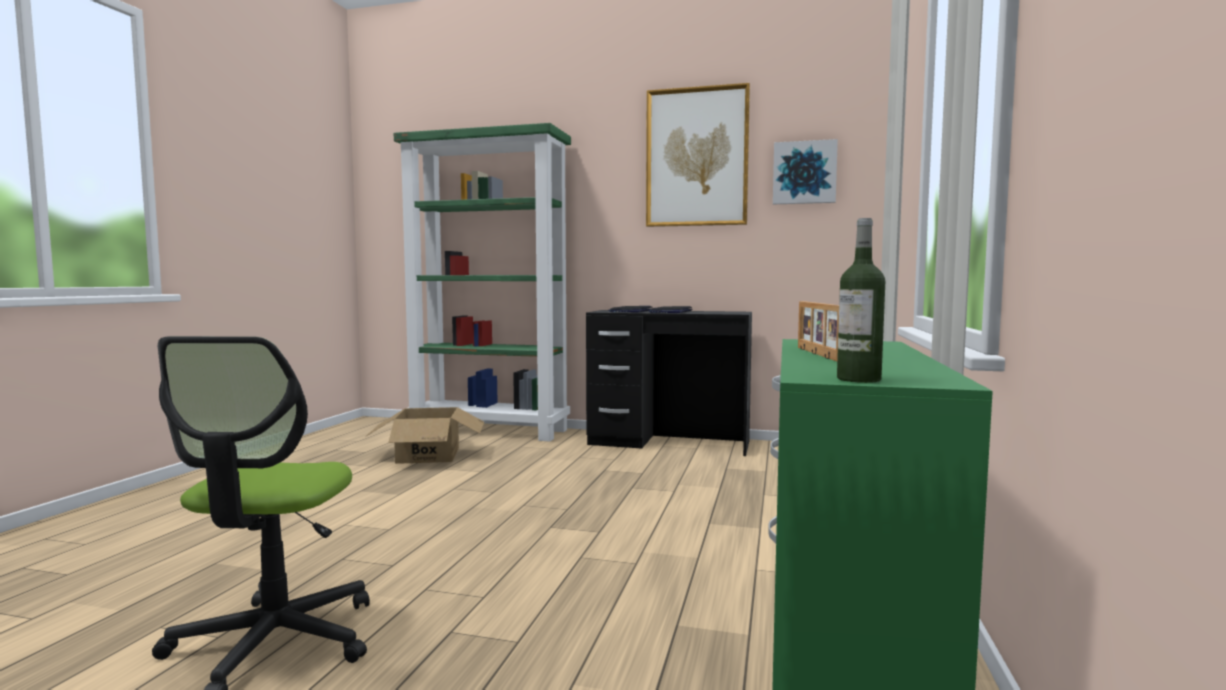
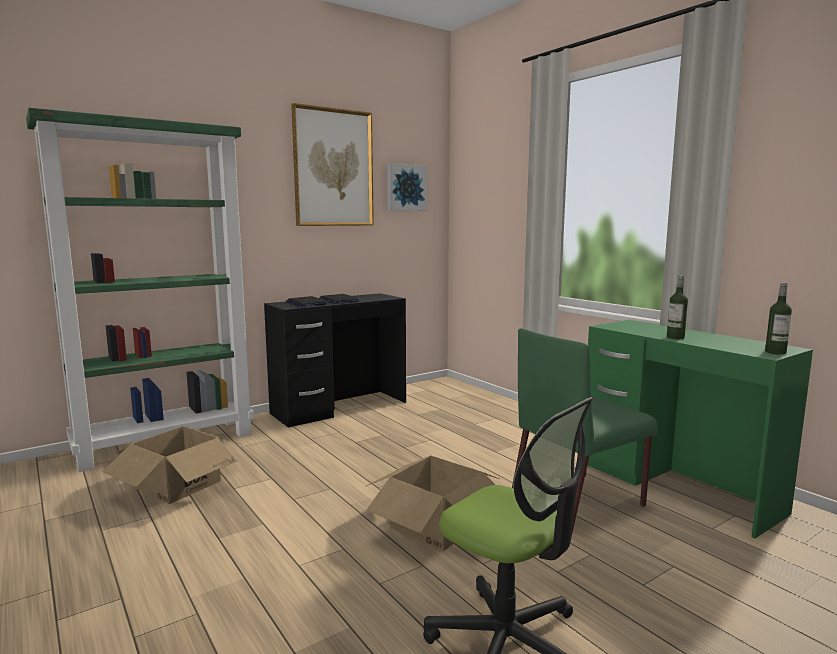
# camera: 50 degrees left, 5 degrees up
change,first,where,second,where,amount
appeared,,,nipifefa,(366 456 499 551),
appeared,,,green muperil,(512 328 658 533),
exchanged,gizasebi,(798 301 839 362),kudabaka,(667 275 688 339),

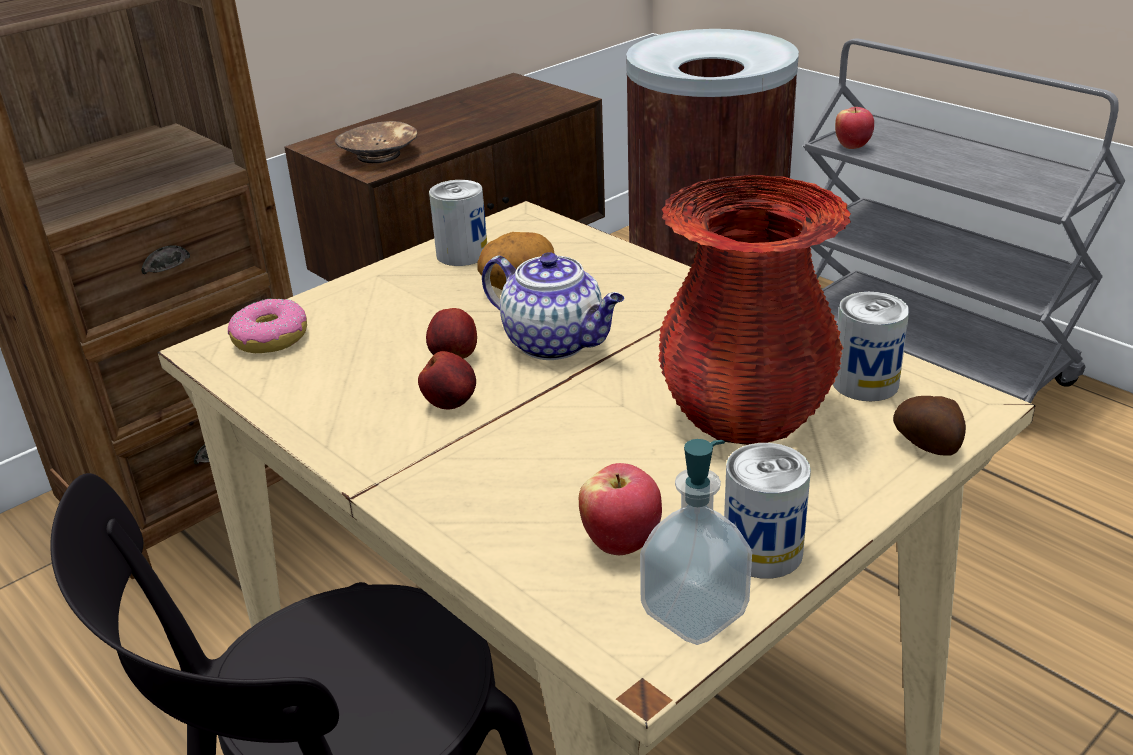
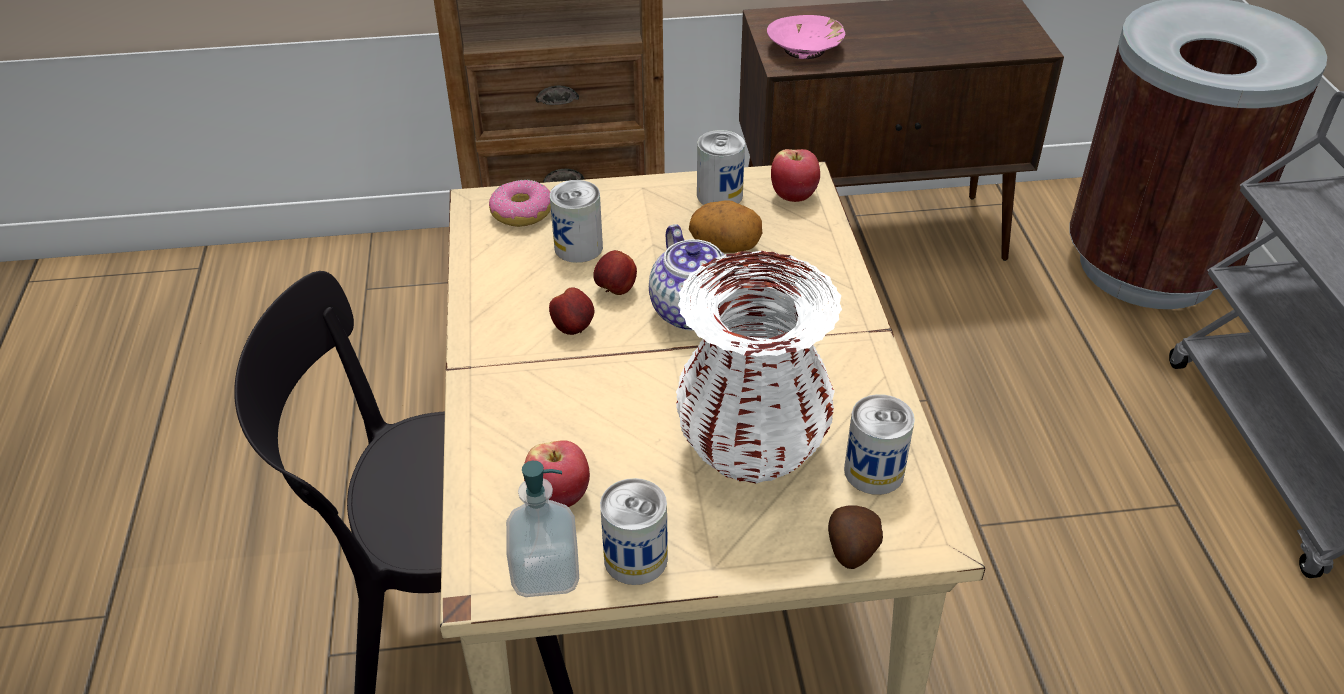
# camera: 35 degrees right, 10 degrees up
change,first,where,second,where,amount
appeared,,,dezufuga,(550 180 603 263),
colour,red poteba,(658 175 851 445),white poteba,(676 251 842 483),
colour,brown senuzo,(335 121 417 163),pink senuzo,(767 15 845 59),
relocated,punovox,(835 107 874 149),,(771 149 820 202),

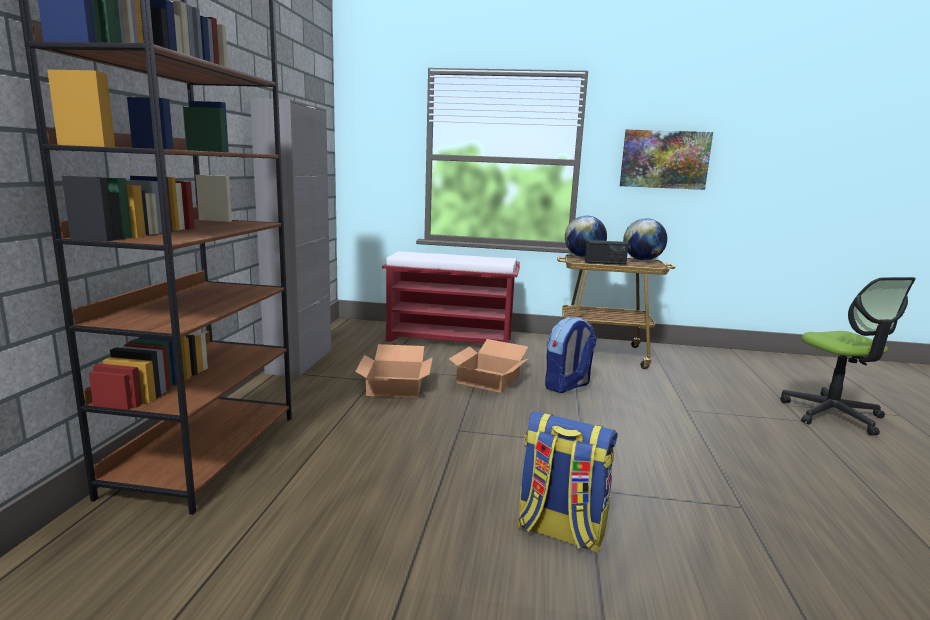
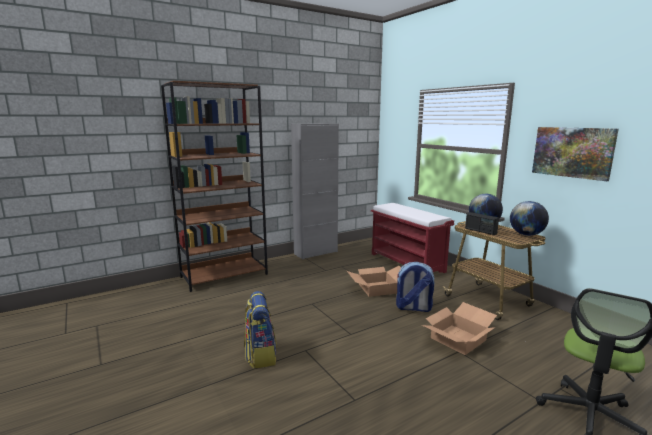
# camera: 50 degrees right, 0 degrees up
change,first,where,second,where,amount
relocated,nipifefa,(355 344 433 398),,(422 302 497 355),

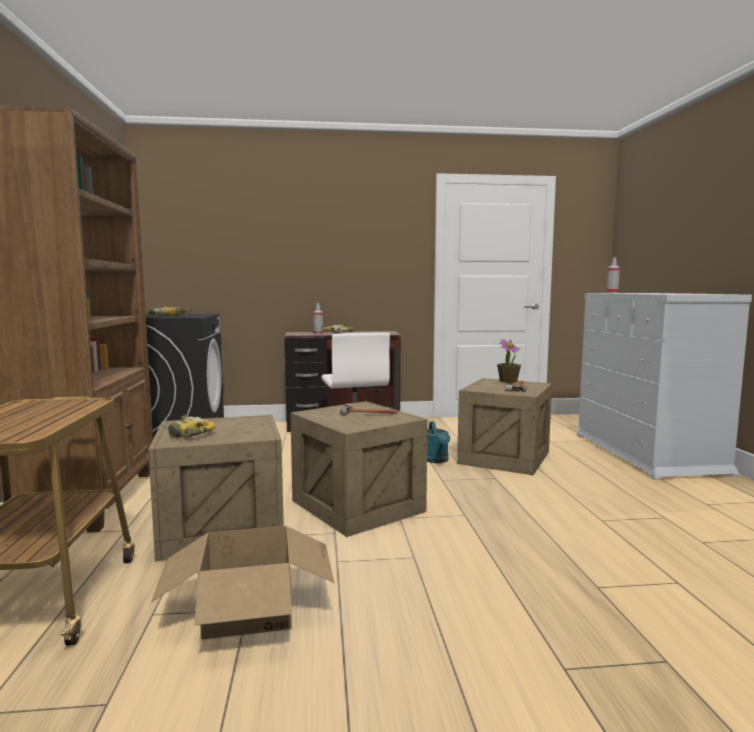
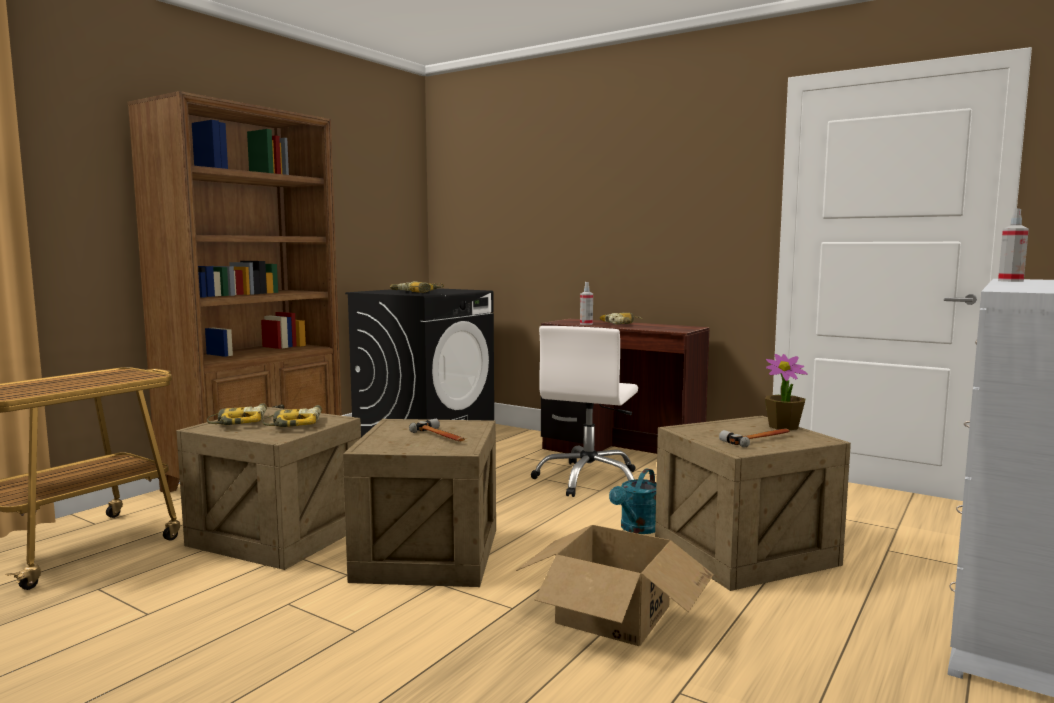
# camera: 40 degrees right, 0 degrees up
change,first,where,second,where,amount
appeared,,,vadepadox,(262 405 322 427),
relocated,nipifefa,(151 526 334 640),,(516 525 714 646),

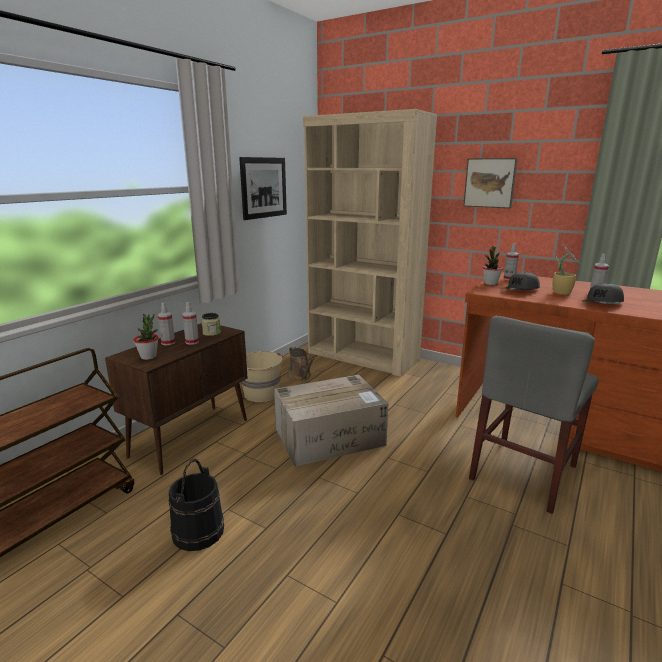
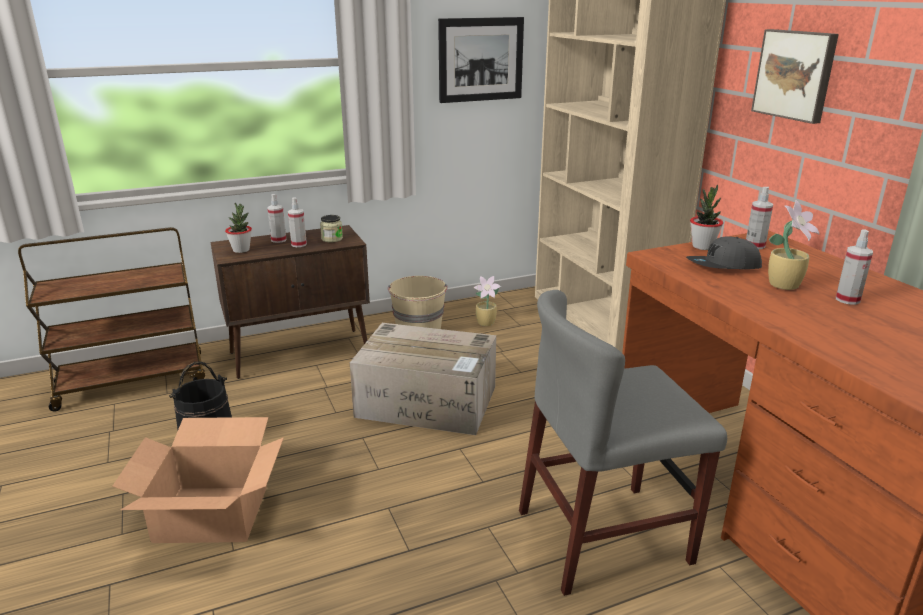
# camera: 35 degrees right, 5 degrees up
change,first,where,second,where,amount
appeared,,,nipifefa,(112 417 284 543),
exchanged,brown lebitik,(287 347 314 381),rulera,(474 276 501 326),
missing,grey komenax,(582 283 624 304),,,

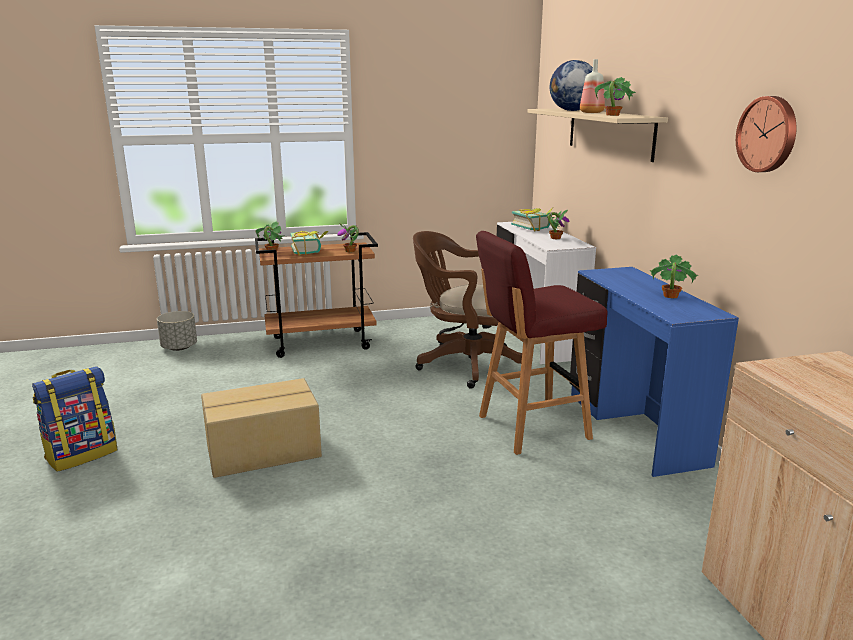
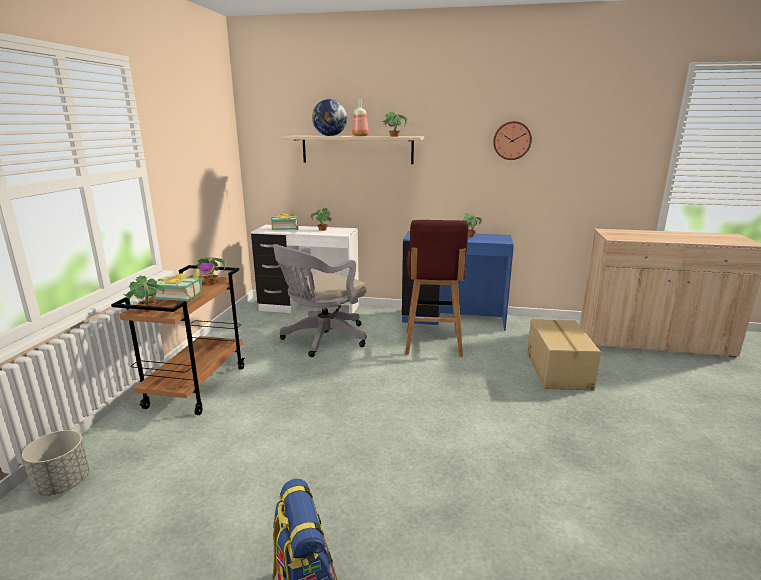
# camera: 65 degrees left, 0 degrees up
change,first,where,second,where,amount
colour,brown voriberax,(413 231 522 389),grey voriberax,(273 244 367 357),
relocated,nipifefa,(201 378 322 478),,(527 320 601 390),

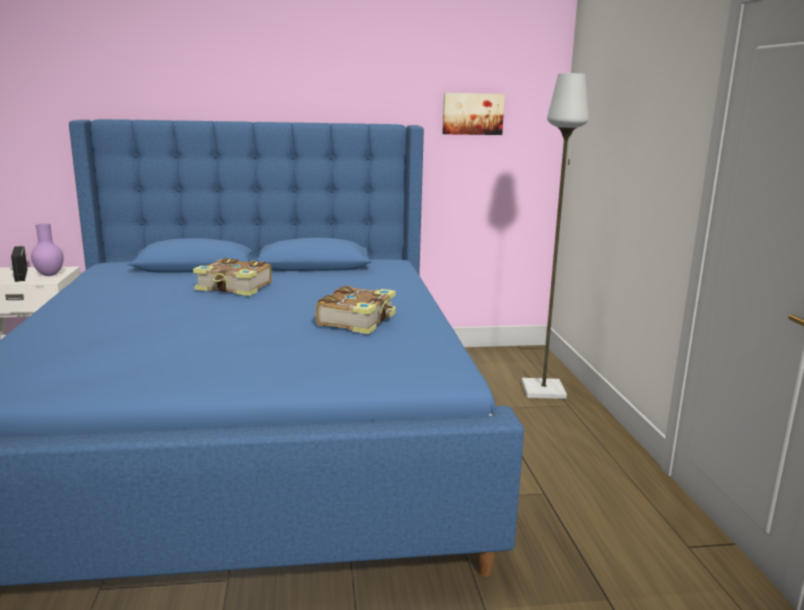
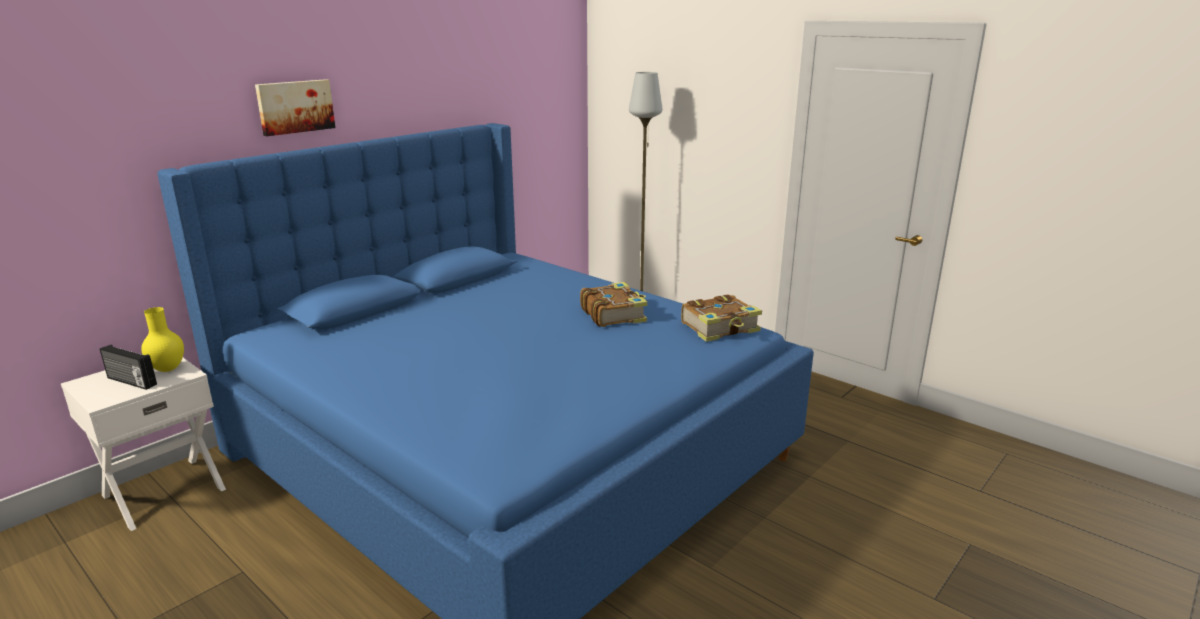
# camera: 40 degrees left, 5 degrees up
change,first,where,second,where,amount
colour,purple poteba,(31 224 64 276),yellow poteba,(141 307 184 372),
relocated,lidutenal,(442 93 505 135),,(255 79 335 136),
relocated,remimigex,(193 258 272 296),,(681 294 762 342),

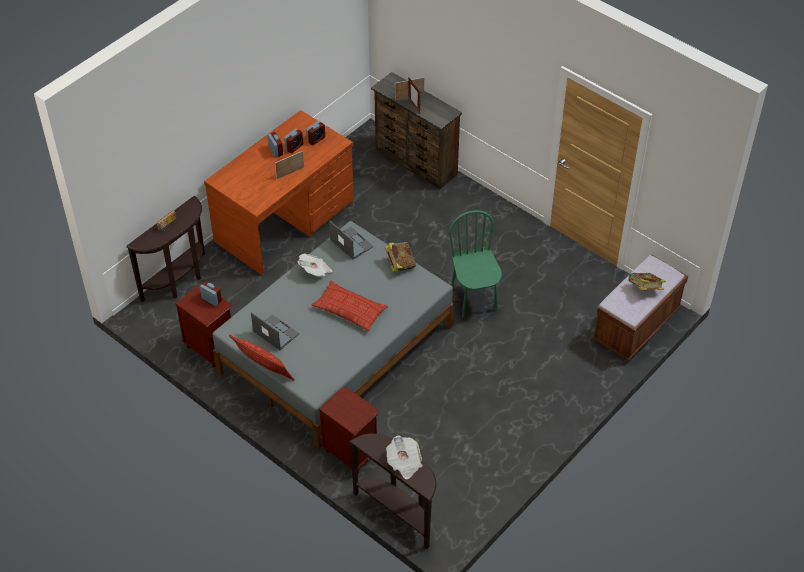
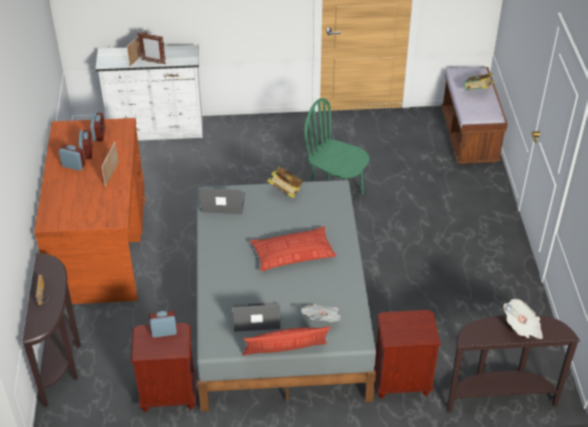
# camera: 45 degrees left, 5 degrees down
change,first,where,second,where,amount
colour,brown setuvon,(371 72 462 189),white setuvon,(95 45 203 141),
relocated,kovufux,(297 254 333 277),,(301 304 341 322),

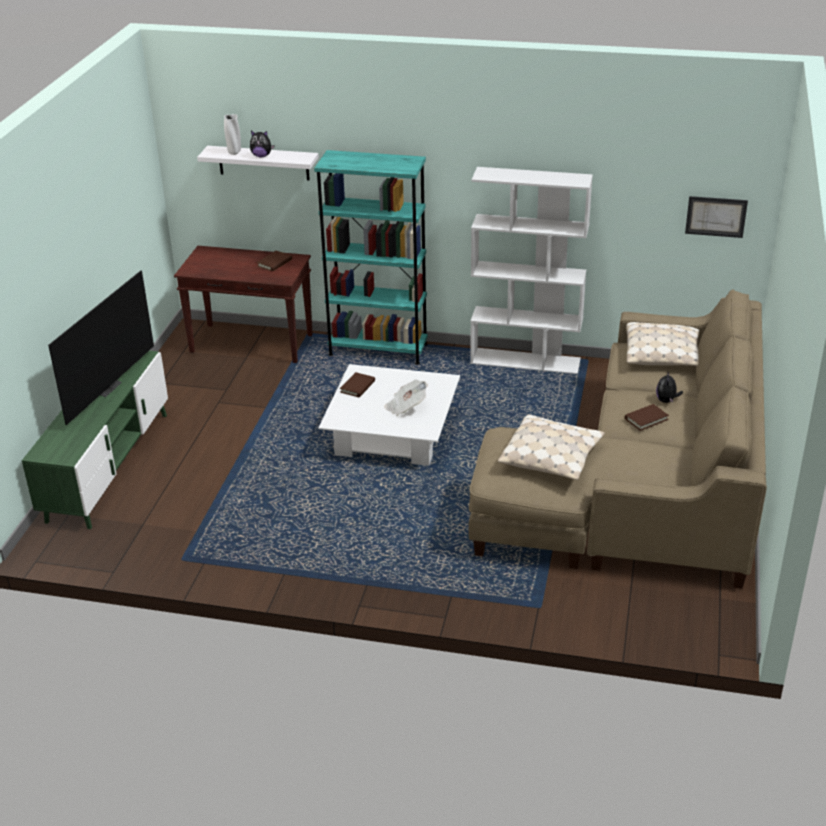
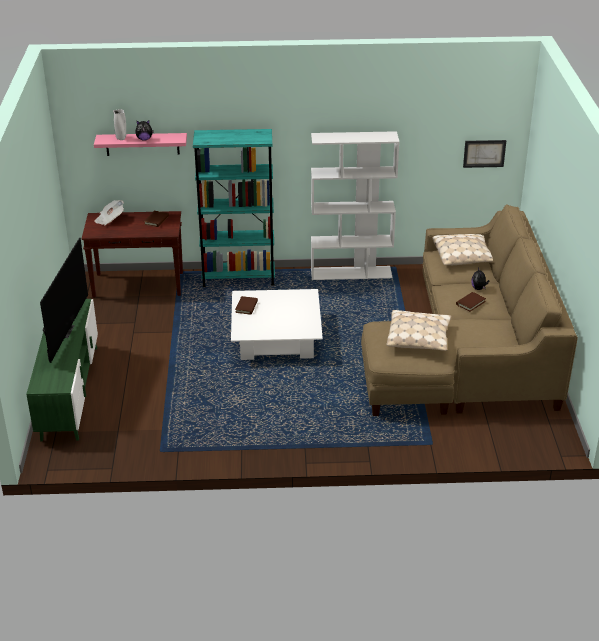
# camera: 15 degrees left, 0 degrees up
change,first,where,second,where,amount
colour,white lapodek,(197 146 319 181),pink lapodek,(94 133 187 156),
relocated,kovufux,(384 379 428 416),,(94 200 124 226),

